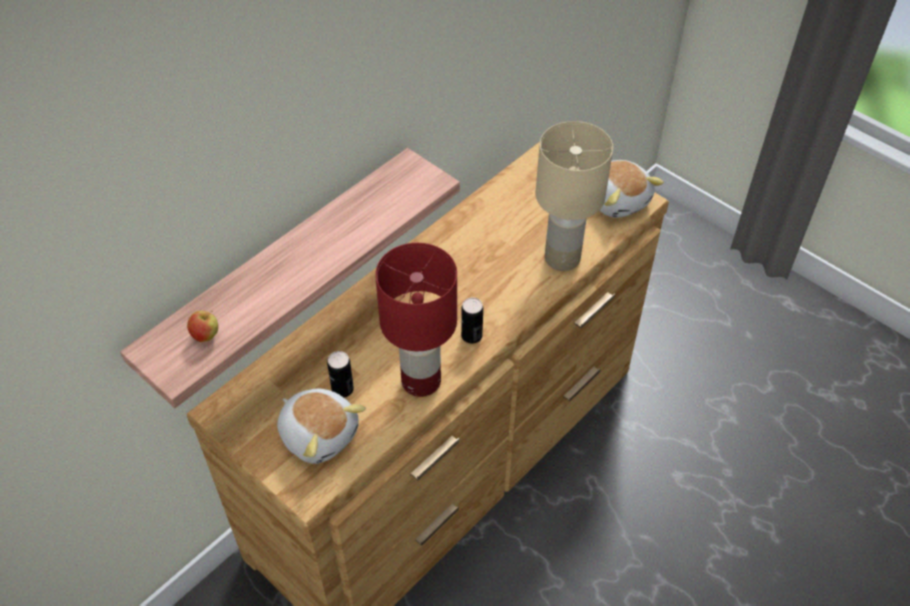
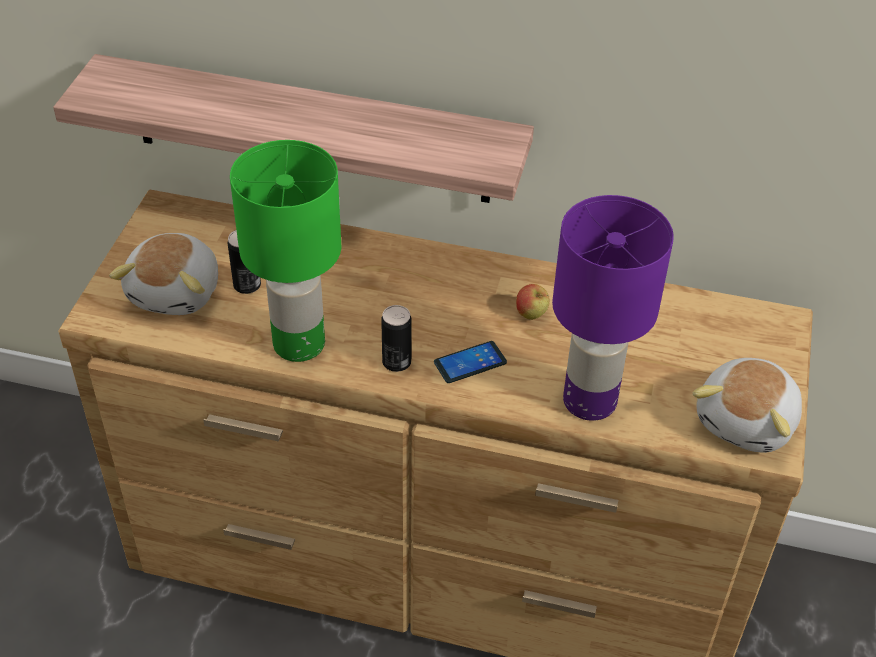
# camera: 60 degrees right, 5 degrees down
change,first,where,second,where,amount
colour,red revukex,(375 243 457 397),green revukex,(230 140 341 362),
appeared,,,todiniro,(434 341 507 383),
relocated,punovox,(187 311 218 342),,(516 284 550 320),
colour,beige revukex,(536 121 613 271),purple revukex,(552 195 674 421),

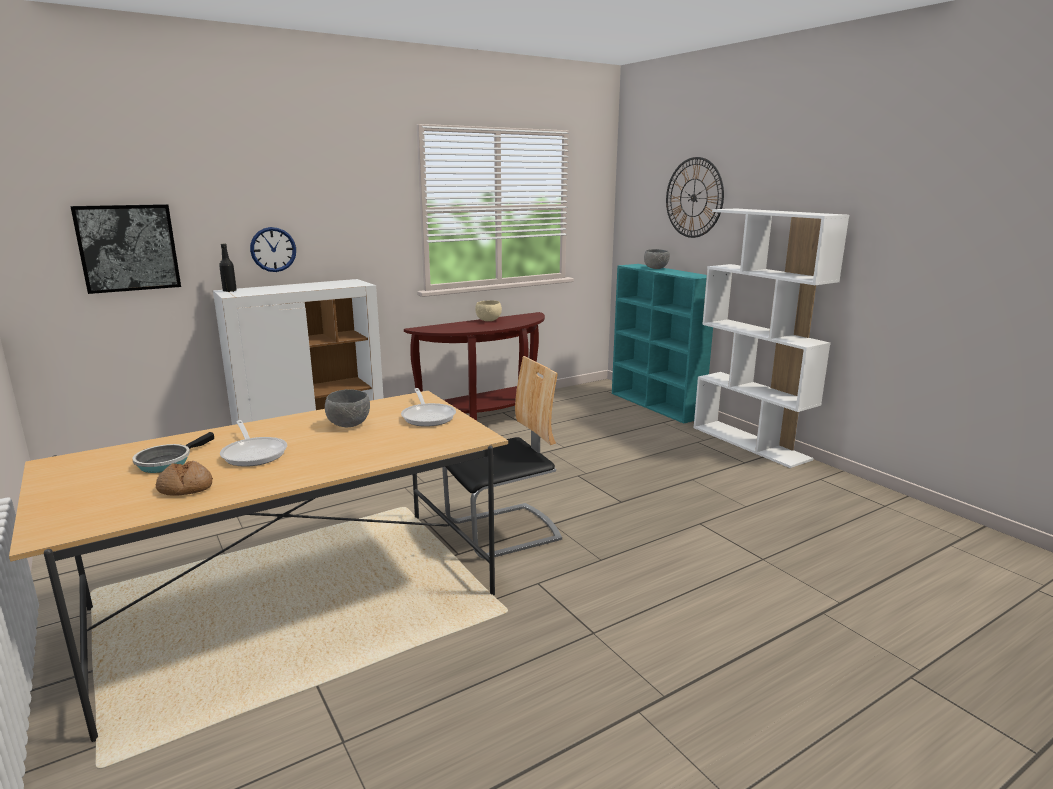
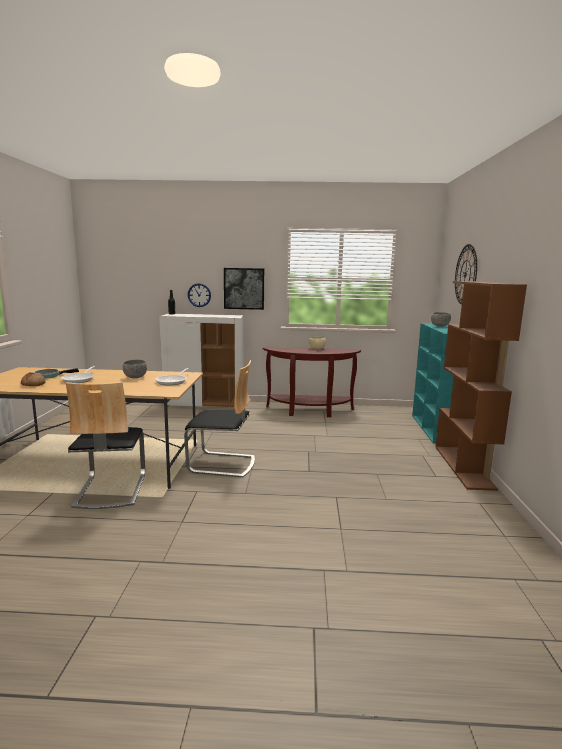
# camera: 35 degrees right, 5 degrees down
change,first,where,second,where,amount
appeared,,,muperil,(66 382 145 509),
relocated,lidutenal,(70 204 181 294),,(224 268 264 310),
colour,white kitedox,(694 208 849 468),brown kitedox,(435 281 527 491),

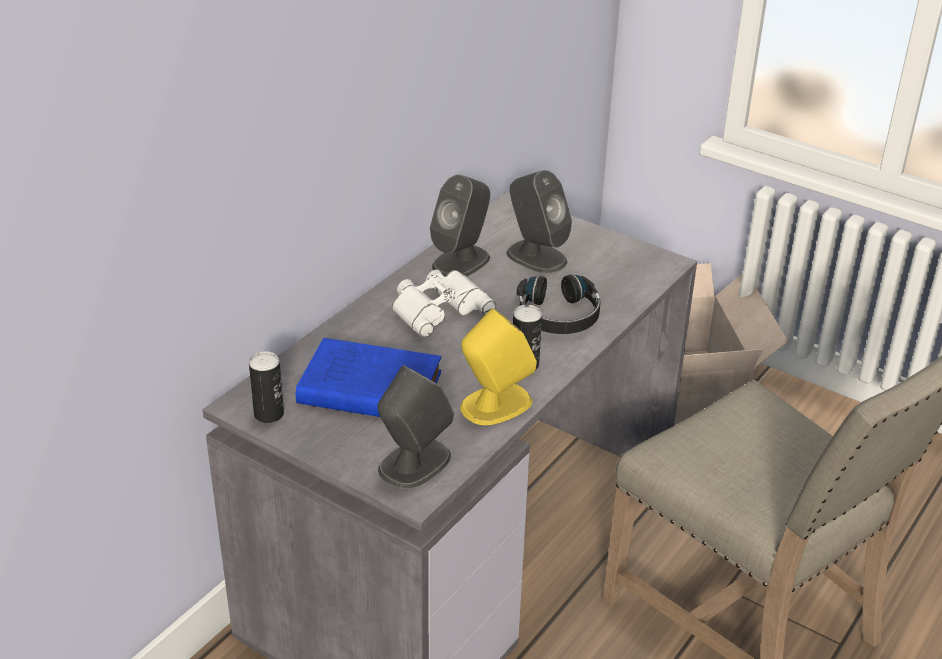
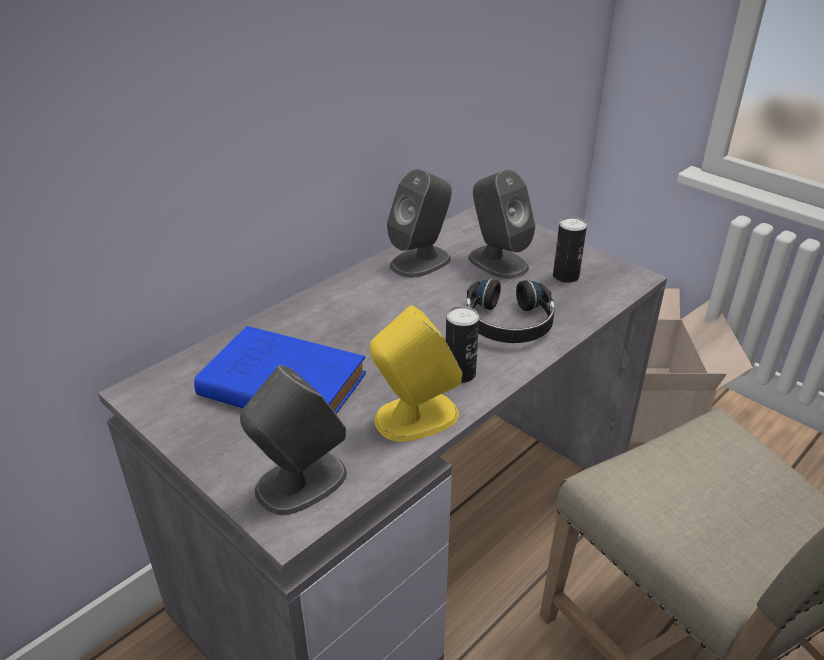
# camera: 10 degrees right, 0 degrees up
change,first,where,second,where,amount
relocated,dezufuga,(249 351 284 423),,(553 217 587 283),
missing,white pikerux,(392 270 496 337),,,

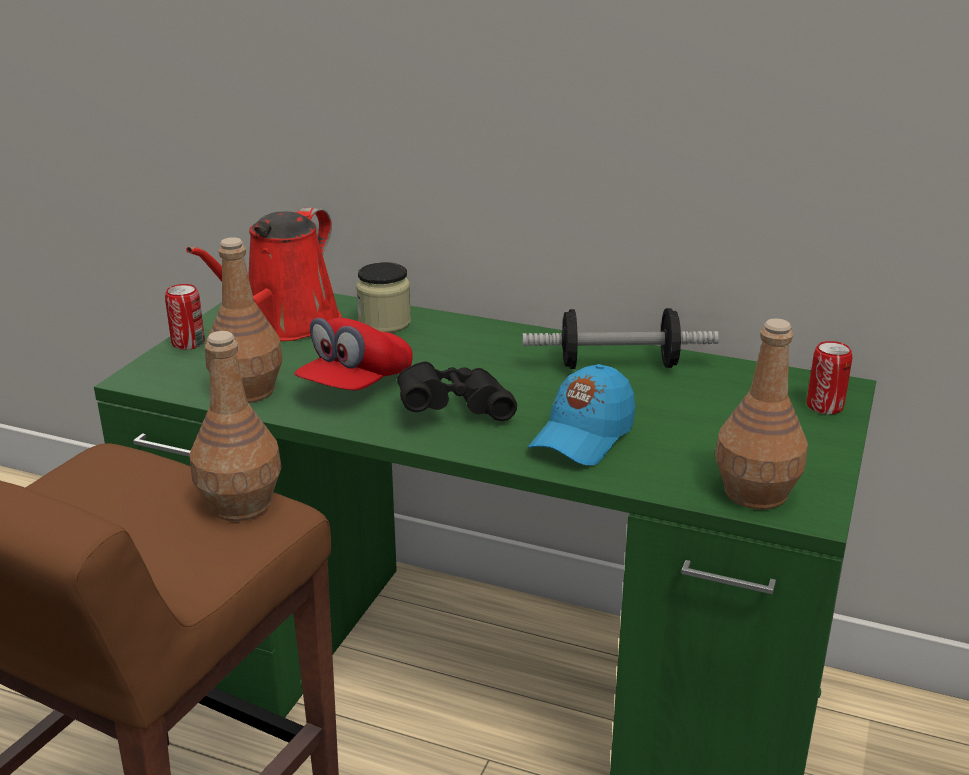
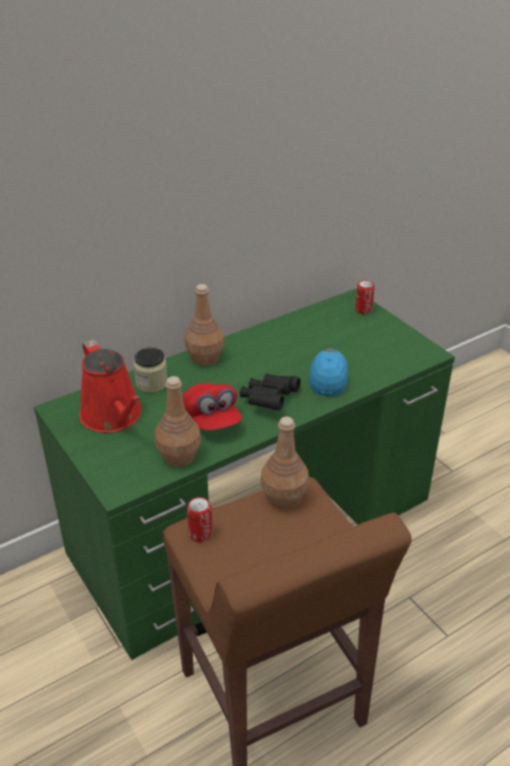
# camera: 55 degrees left, 10 degrees up
change,first,where,second,where,amount
relocated,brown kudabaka,(715 318 808 510),,(185 284 224 366),
relocated,dezufuga,(165 284 205 350),,(187 497 213 542),
spun,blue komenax,(528 364 635 466),,(309 349 348 396),150 degrees counterclockwise
missing,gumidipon,(522 308 719 369),,,

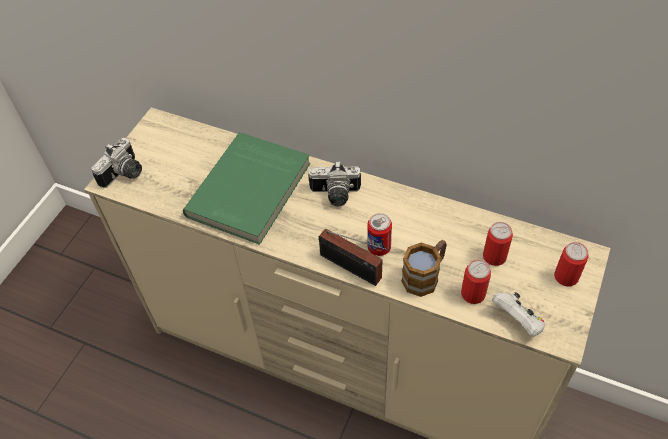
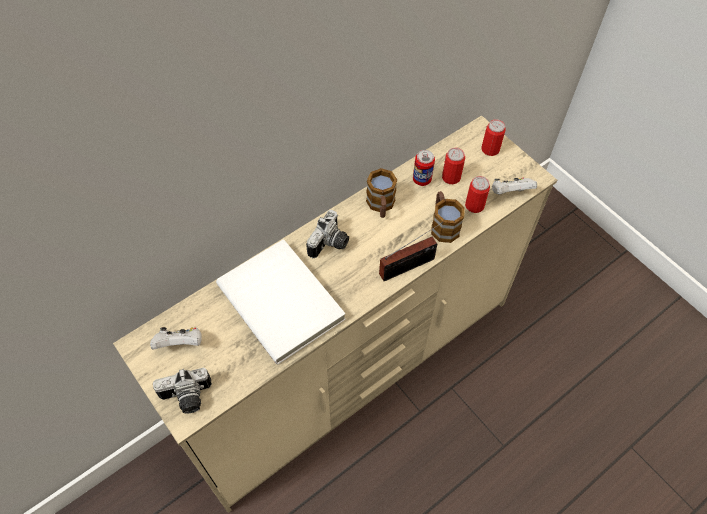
# camera: 65 degrees left, 5 degrees up
change,first,where,second,where,amount
appeared,,,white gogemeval,(150 327 202 350),
spun,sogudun,(91 138 142 188),,(153 367 212 414),105 degrees clockwise
colour,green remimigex,(183 132 311 245),white remimigex,(216 239 346 364),
appeared,,,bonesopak,(366 168 397 218),
relocated,dezufuga,(368 213 392 256),,(413 150 435 186),

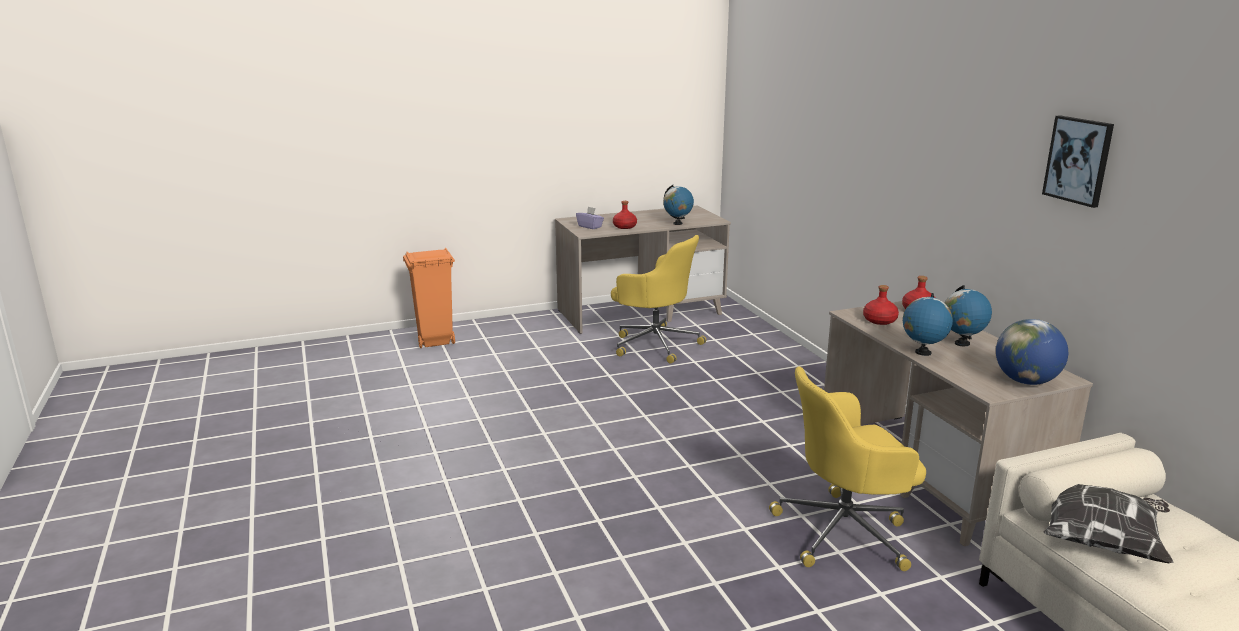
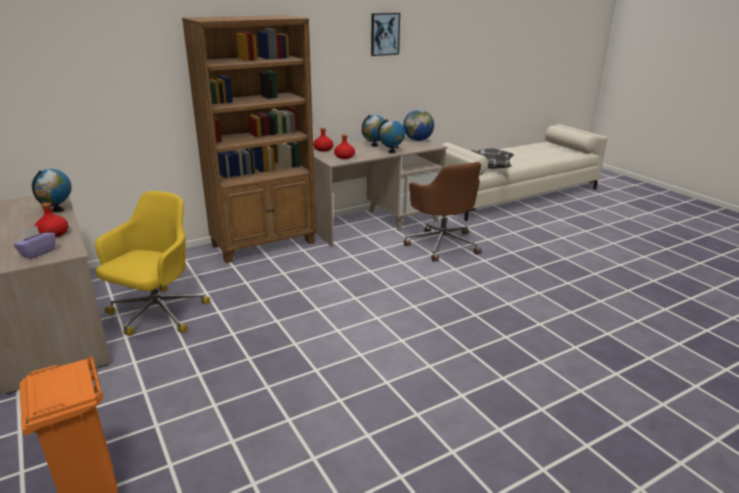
# camera: 100 degrees left, 5 degrees up
change,first,where,second,where,amount
appeared,,,brown kitedox,(182 15 316 263),
colour,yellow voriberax,(769 367 926 571),brown voriberax,(404 162 481 262),

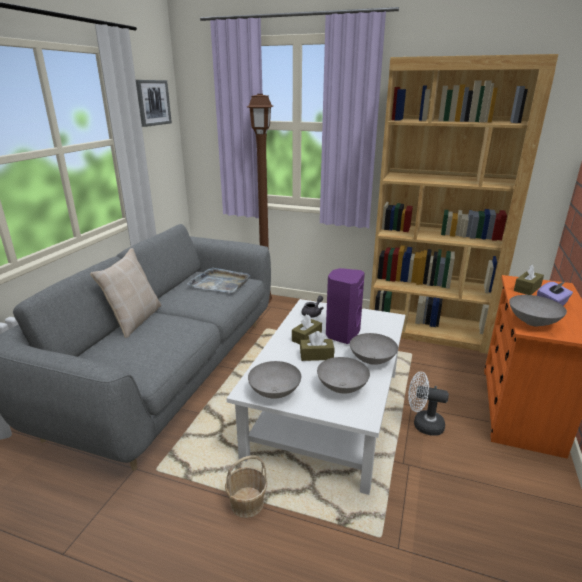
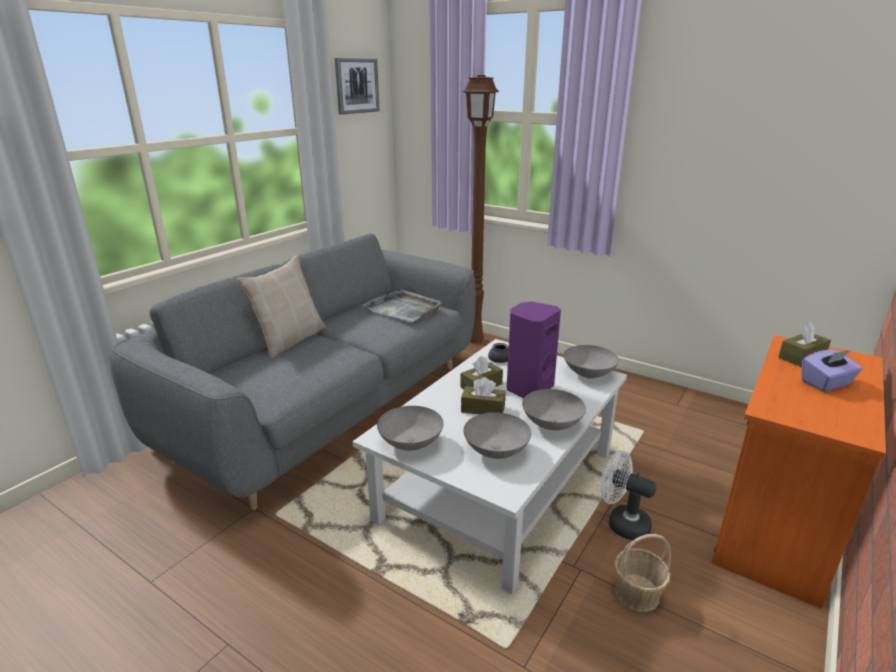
# camera: 15 degrees right, 0 degrees up
change,first,where,second,where,amount
relocated,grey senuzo,(509 295 567 327),,(564 345 619 379),
relocated,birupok,(225 455 268 518),,(614 534 671 612),
missing,brown kitedox,(369 54 559 354),,,

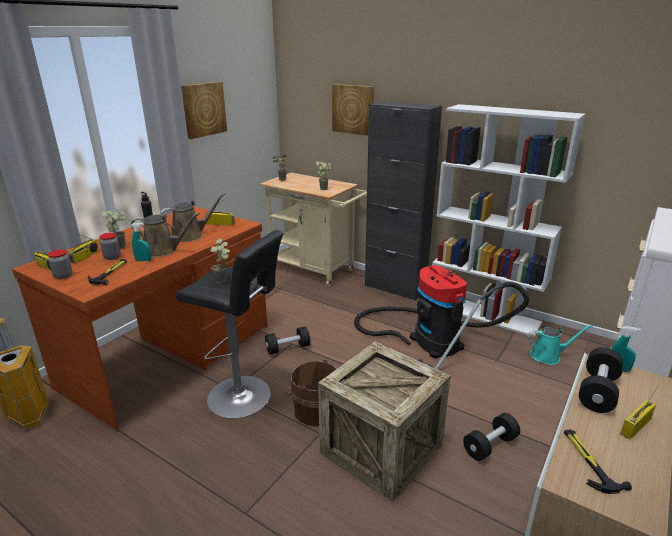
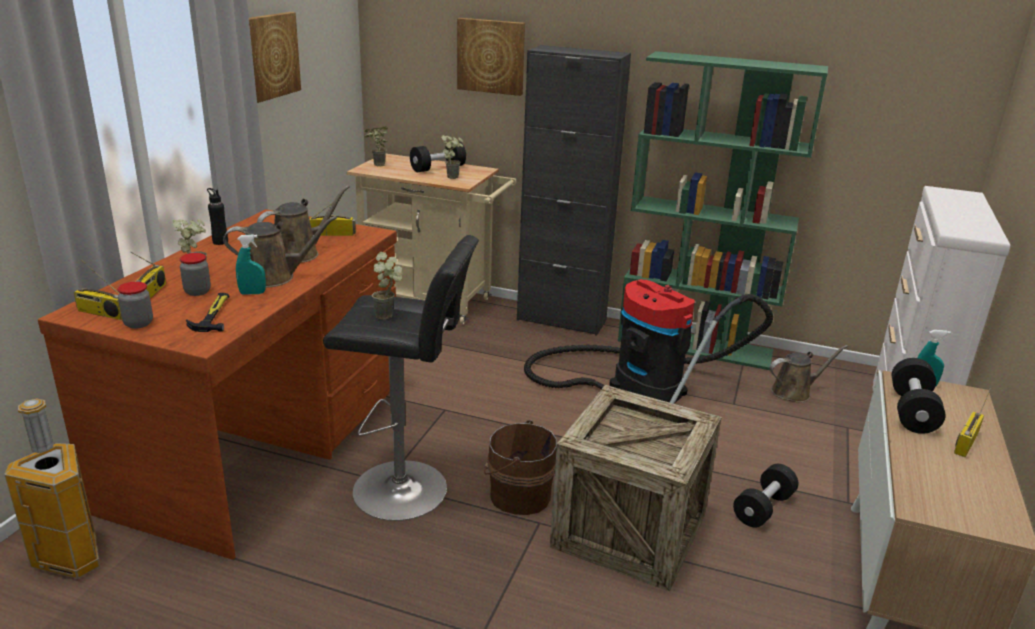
# camera: 15 degrees left, 0 degrees up
change,first,where,second,where,amount
relocated,black gumidipon,(265 326 310 355),,(410 141 466 172),
colour,white kitedox,(432 104 585 337),green kitedox,(618 51 828 370),
colour,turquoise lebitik,(527 325 593 365),brown lebitik,(770 345 848 402),
missing,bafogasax,(564 430 632 494),,,

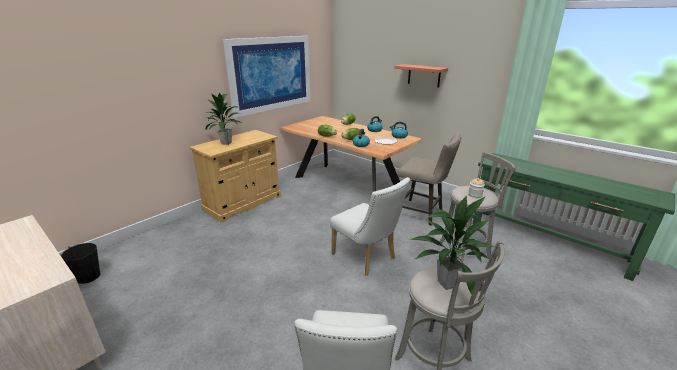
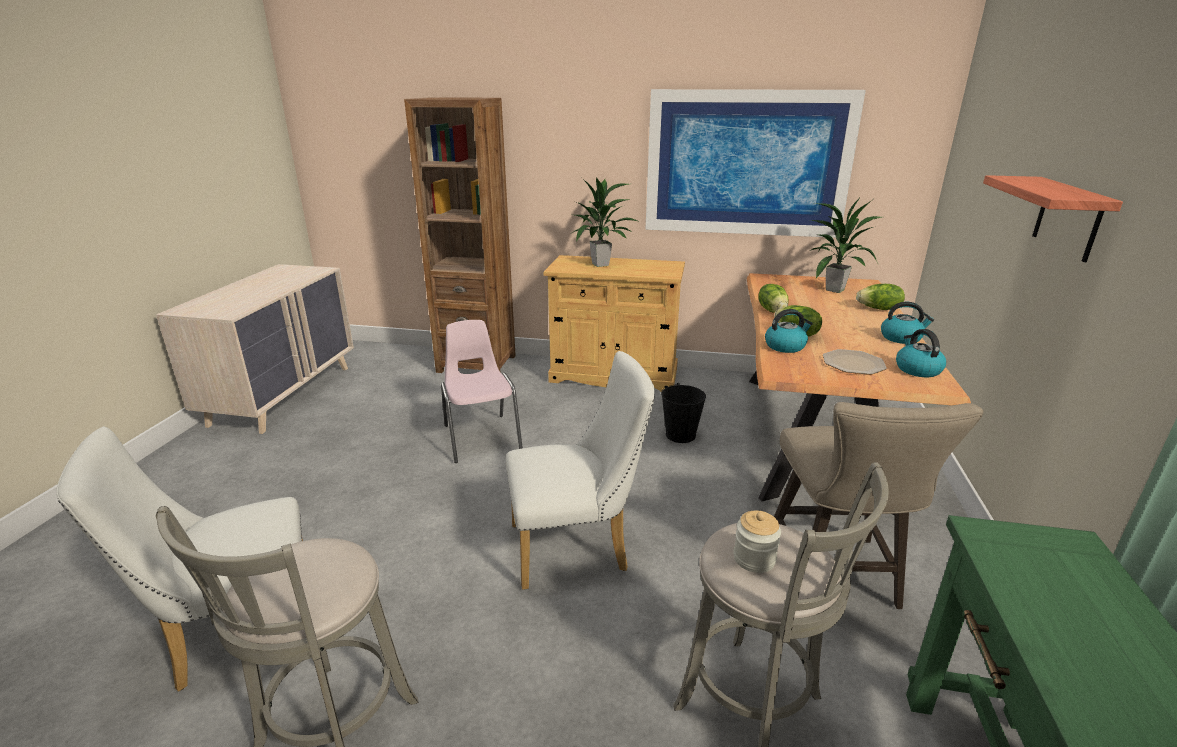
# camera: 60 degrees right, 0 degrees up
change,first,where,second,where,amount
appeared,,,brown kitedox,(404 97 516 373),
appeared,,,pink muperil,(441 320 523 463),
spun,white muperil,(330 177 411 276),,(506 351 655 590),120 degrees counterclockwise
relocated,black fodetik,(60 243 101 284),,(661 383 706 443),
relocated,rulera,(410 195 495 298),,(810 199 882 293),

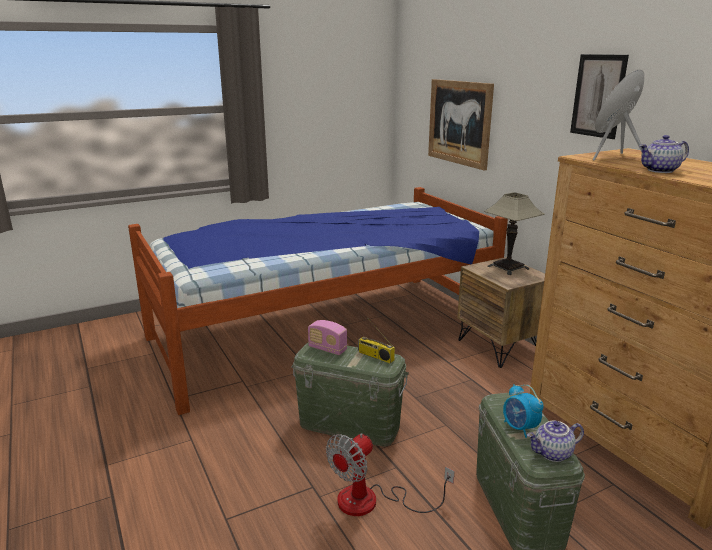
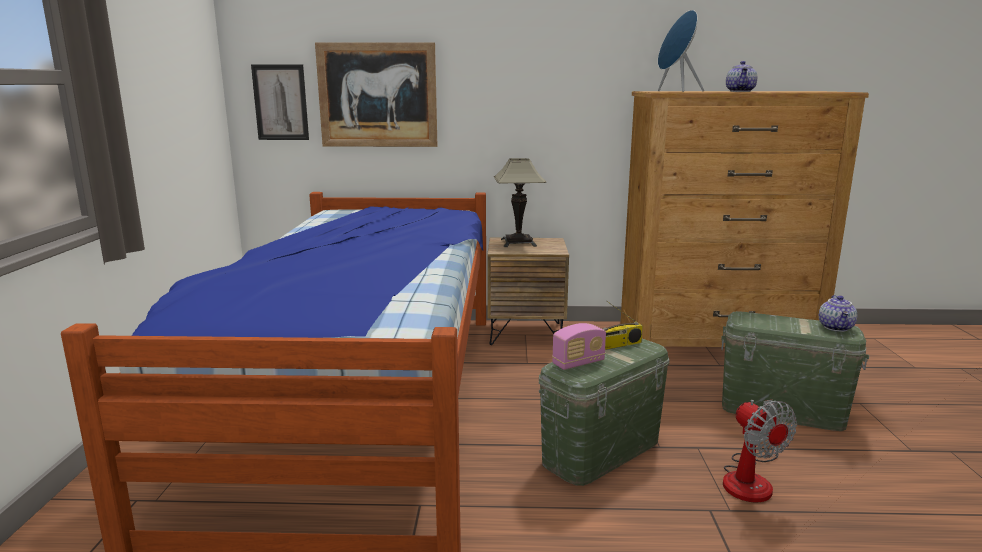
# camera: 60 degrees left, 5 degrees down
change,first,where,second,where,amount
relocated,lidutenal,(570 54 629 139),,(251 64 309 140),
missing,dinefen,(503 384 544 438),,,

